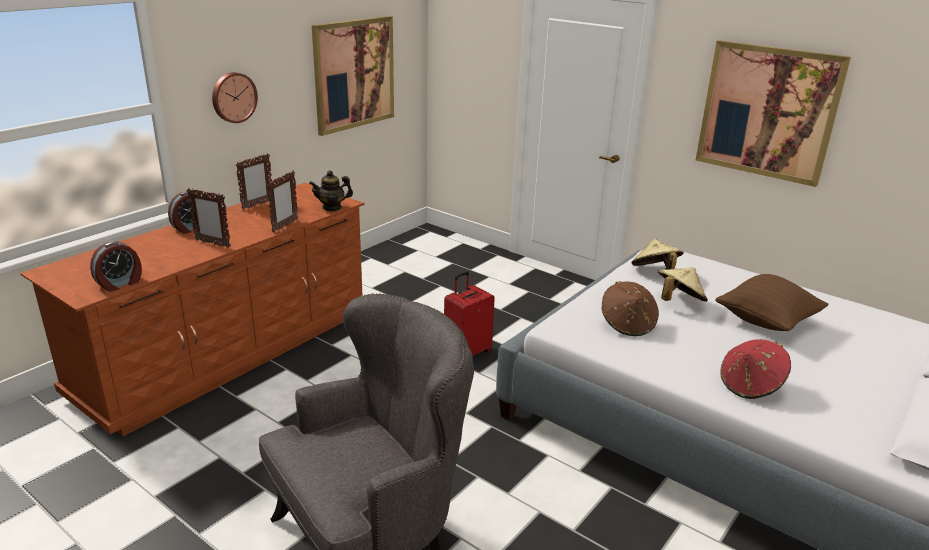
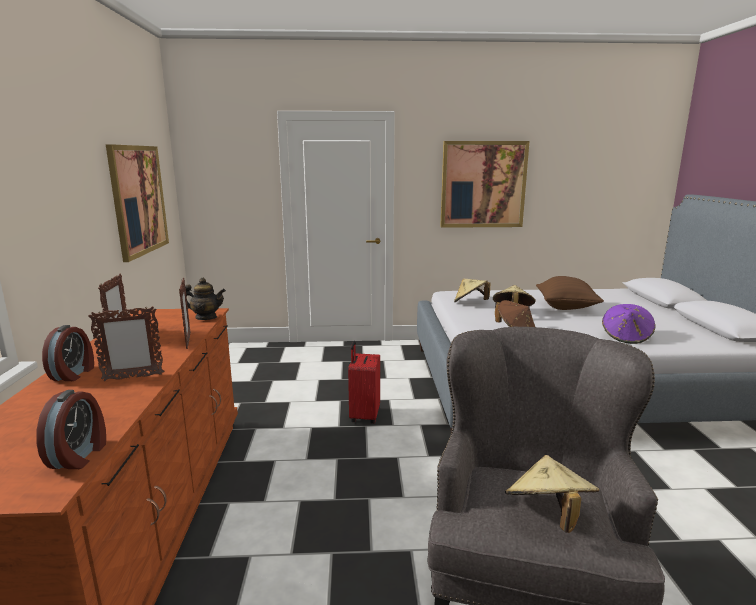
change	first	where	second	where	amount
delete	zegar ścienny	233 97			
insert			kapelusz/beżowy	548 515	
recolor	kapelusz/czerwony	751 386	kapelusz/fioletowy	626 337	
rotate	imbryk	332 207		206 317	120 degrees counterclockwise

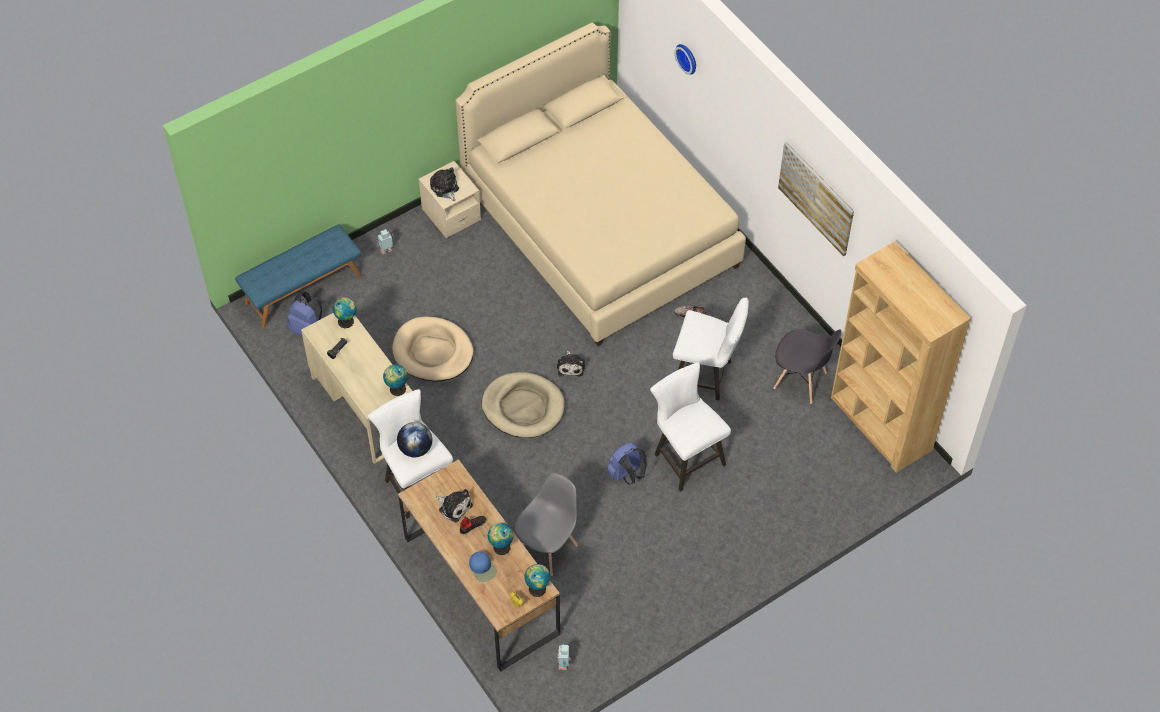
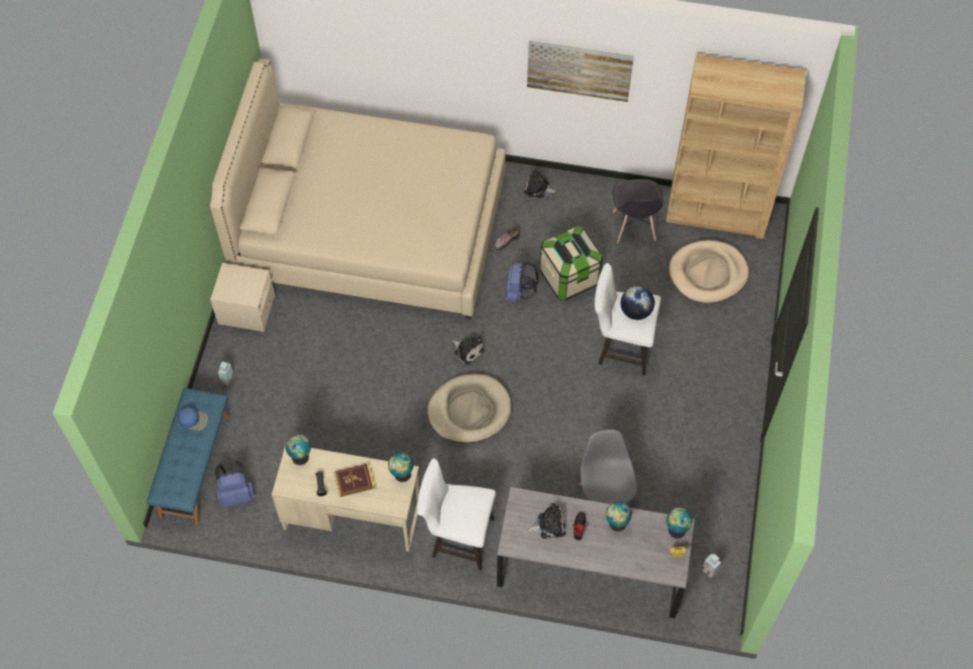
change	first	where	second	where	amount
delete	zegar ścienny	688 58			
insert			książka	354 481	
move	legowisko/beżowy	433 352		708 273	
move	globus	415 449		636 311	
move	pluszak	445 188		538 188	
move	czapka z daszkiem/niebieski	482 568		193 420	
move	plecak/niebieski	627 474		519 293	
replace	stołek/biały	706 376	pojemnik do przechowywania	569 277	
recolor	biurko/brązowy	481 585	biurko/szary	590 569	
rotate	krzesło/szary	801 381		634 226	105 degrees clockwise

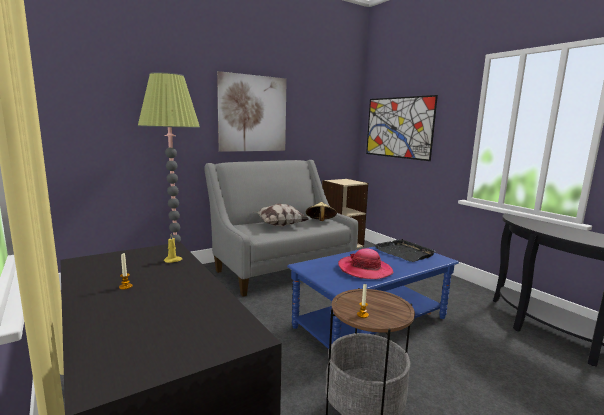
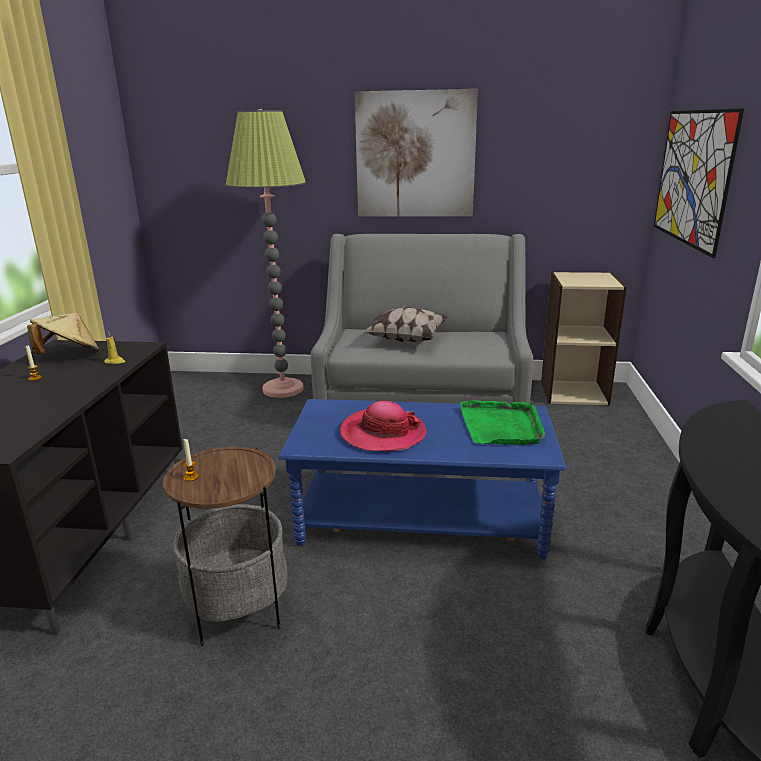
change	first	where	second	where	amount
move	kapelusz/beżowy	320 222		69 355	
recolor	taca/czarny	404 252	taca/zielony	501 426	

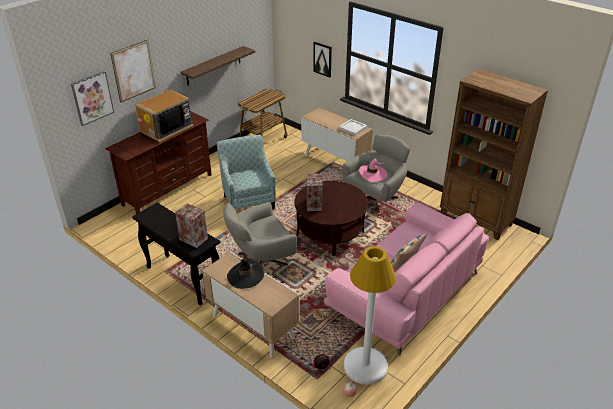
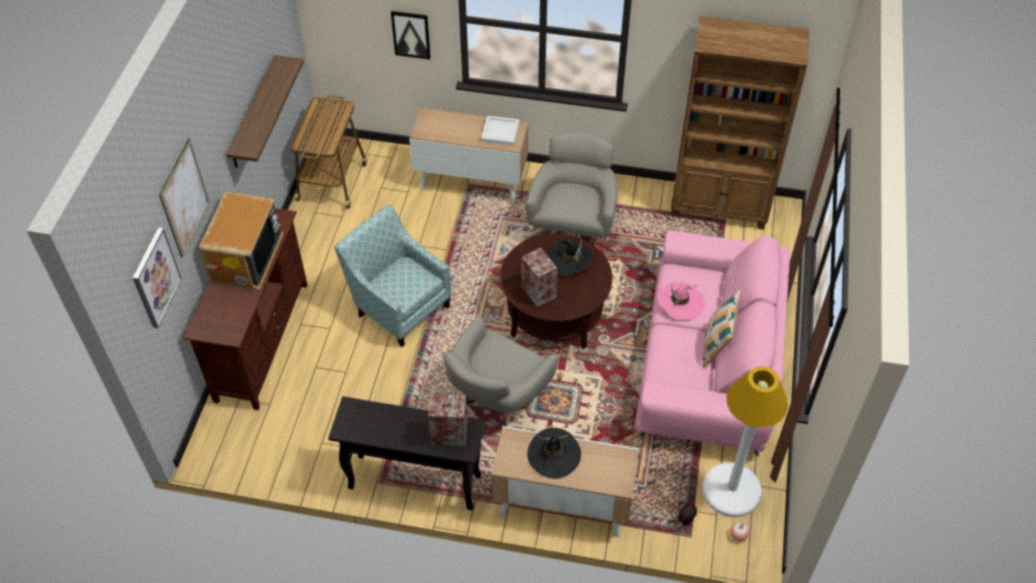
change	first	where	second	where	amount
insert			kapelusz/czarny	569 259	
move	kapelusz/różowy	373 174		680 302	

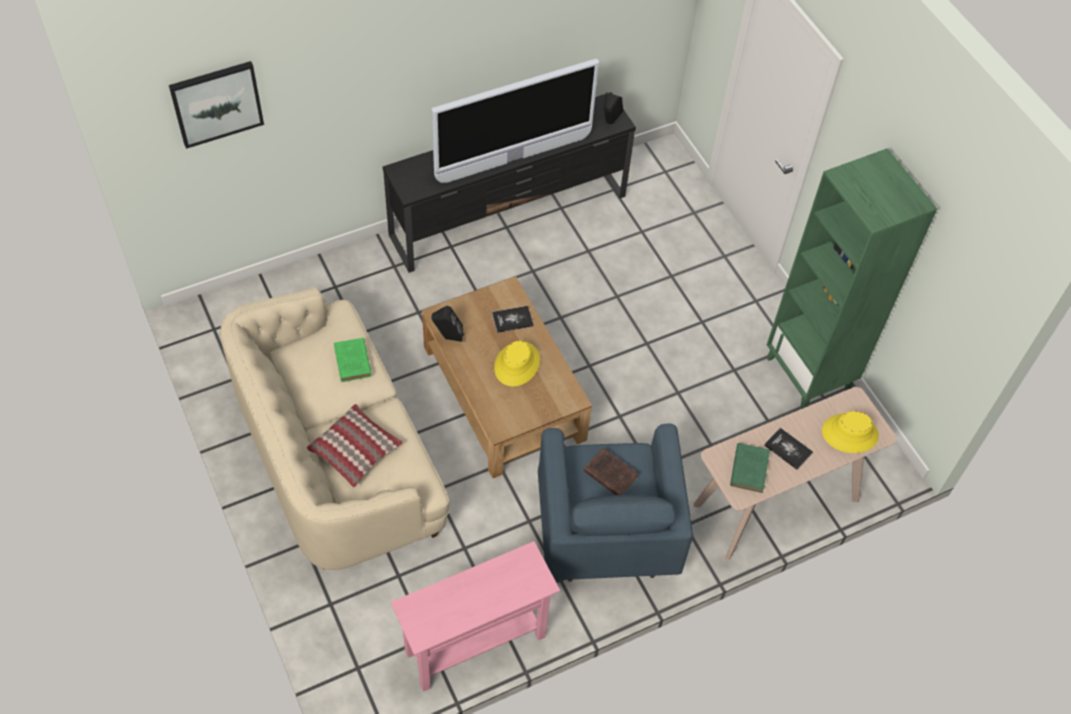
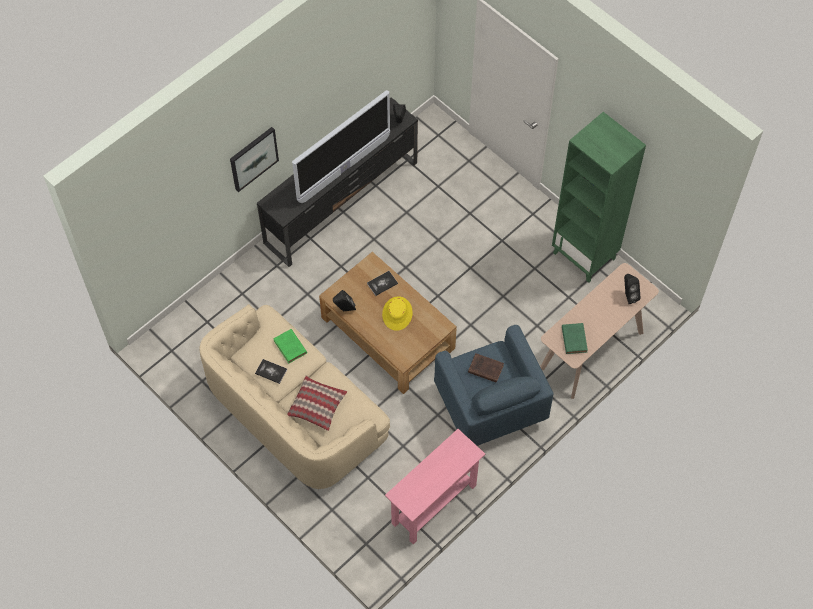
change	first	where	second	where	amount
move	obraz	216 103		253 158	
move	książka	788 449		271 371	
replace	kapelusz/żółty	849 433	głośnik/czarny	628 296	

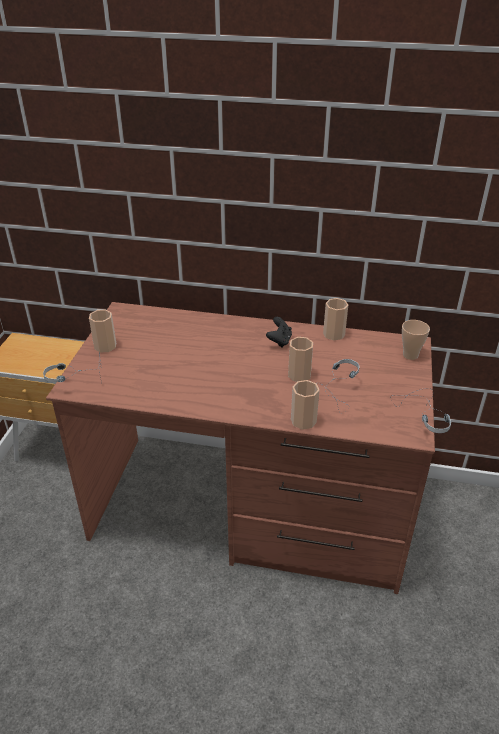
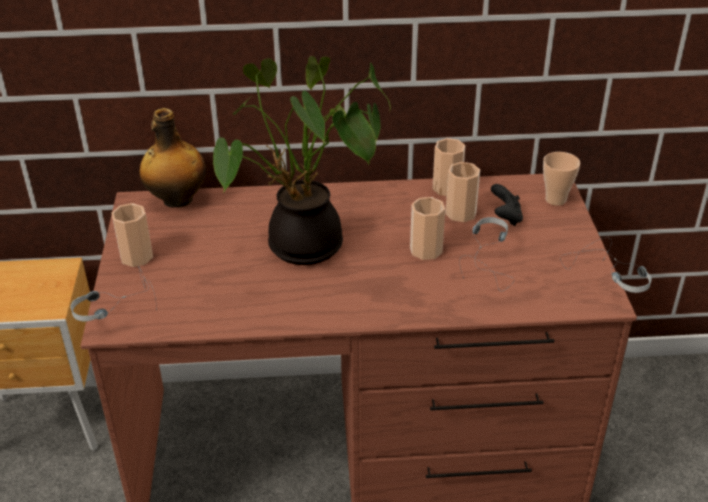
change	first	where	second	where	amount
insert			butelka	176 200	
insert			roślina doniczkowa	303 250	
move	pad do gier/czarny	279 341		505 217	
move	filiżanka	303 421		460 213	

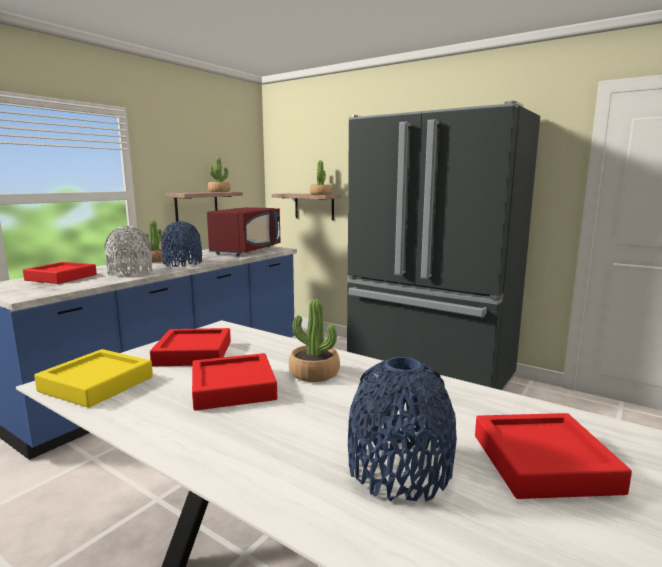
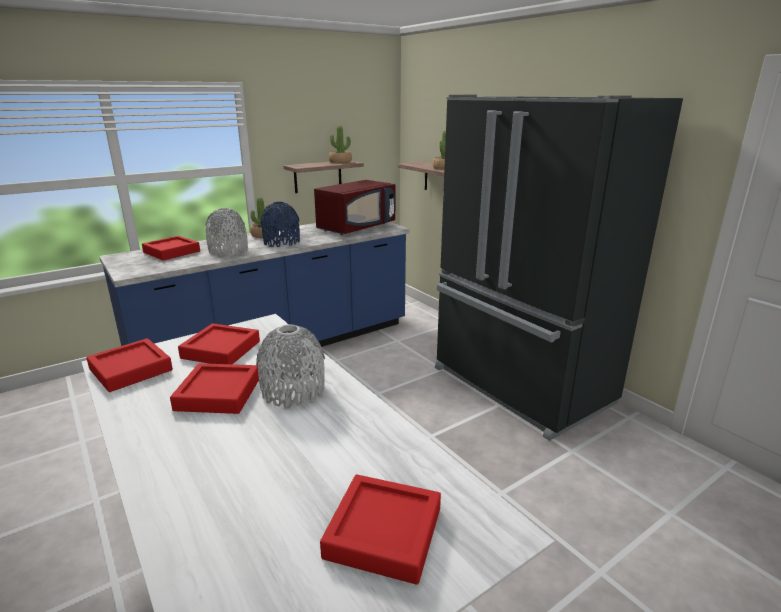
change	first	where	second	where	amount
delete	wazon/niebieski	399 469			
replace	roślina doniczkowa	314 373	wazon/szary	293 391	
recolor	taca/żółty	97 384	taca/czerwony	131 370	

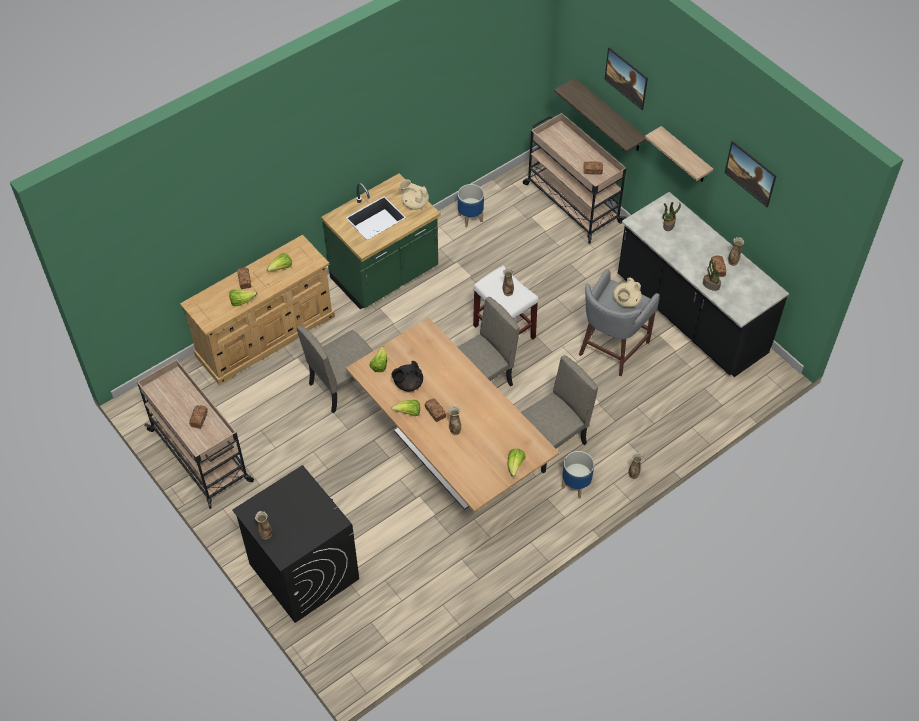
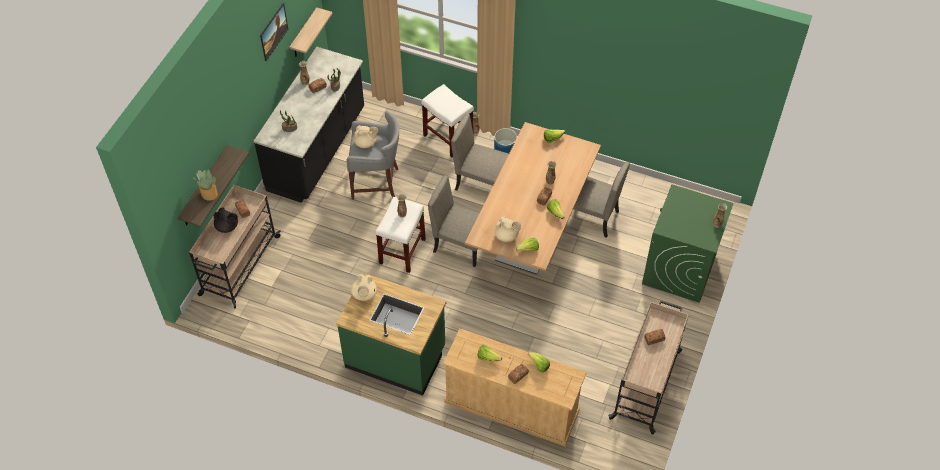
change	first	where	second	where	amount
delete	donica	471 218			
delete	obraz	625 86			
insert			roślina doniczkowa	209 194	
insert			stołek/biały	449 138	
insert			imbryk/beżowy	507 236	
move	krzesło/beżowy	343 384		591 217	
move	imbryk/czarny	407 384		227 227	
move	półka	685 156		304 34	
recolor	pralka/czarny	303 571	pralka/zielony	679 269	

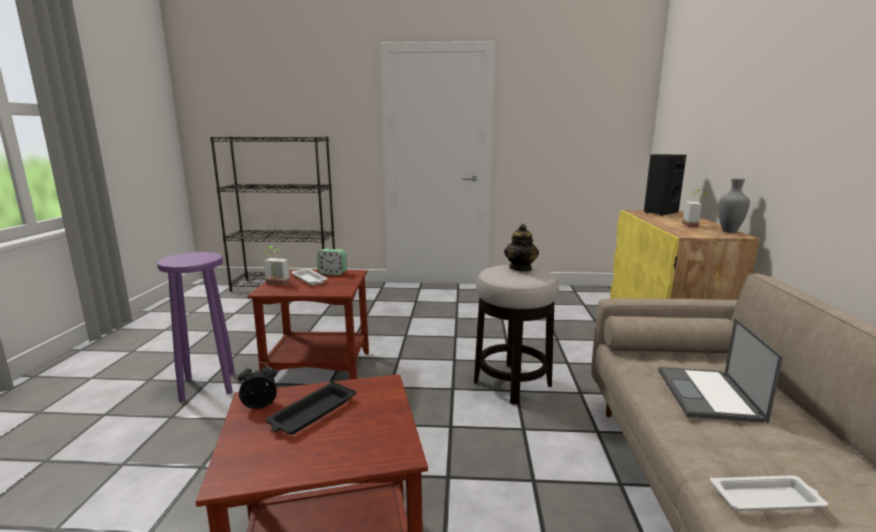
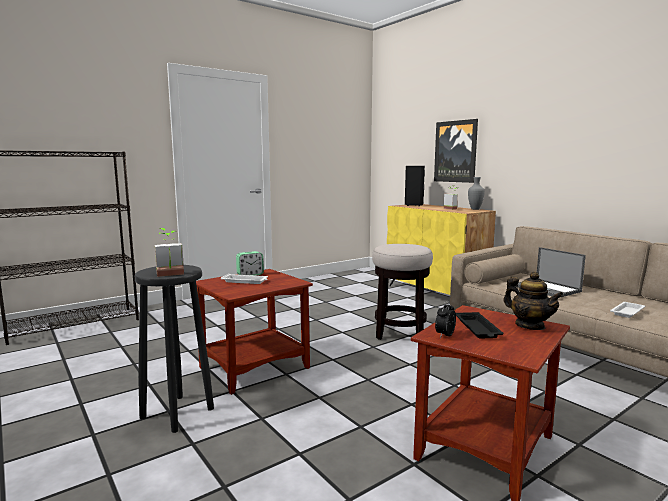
change	first	where	second	where	amount
insert			obraz	455 151	
move	roślina doniczkowa	275 284		170 275	
move	imbryk	520 268		530 326	
recolor	stołek/fioletowy	209 386	stołek/czarny	178 412	

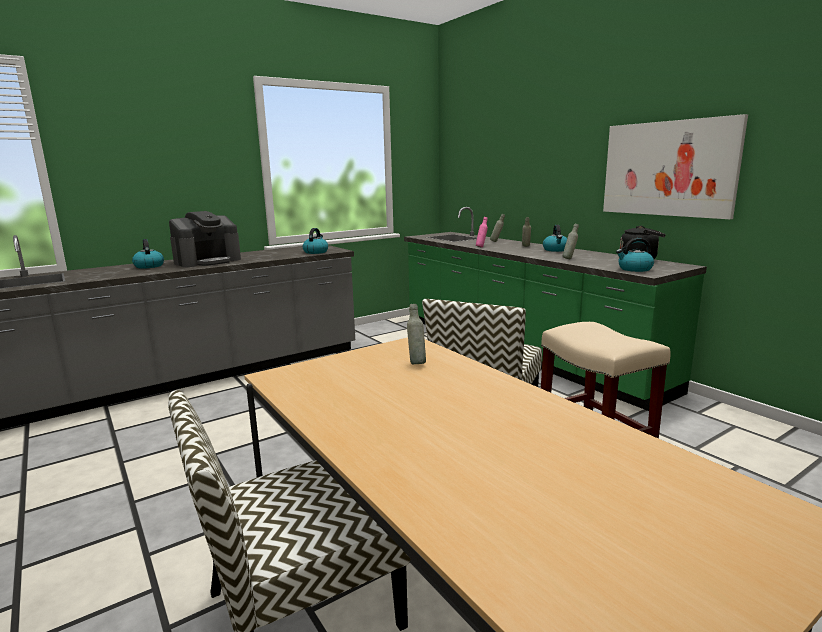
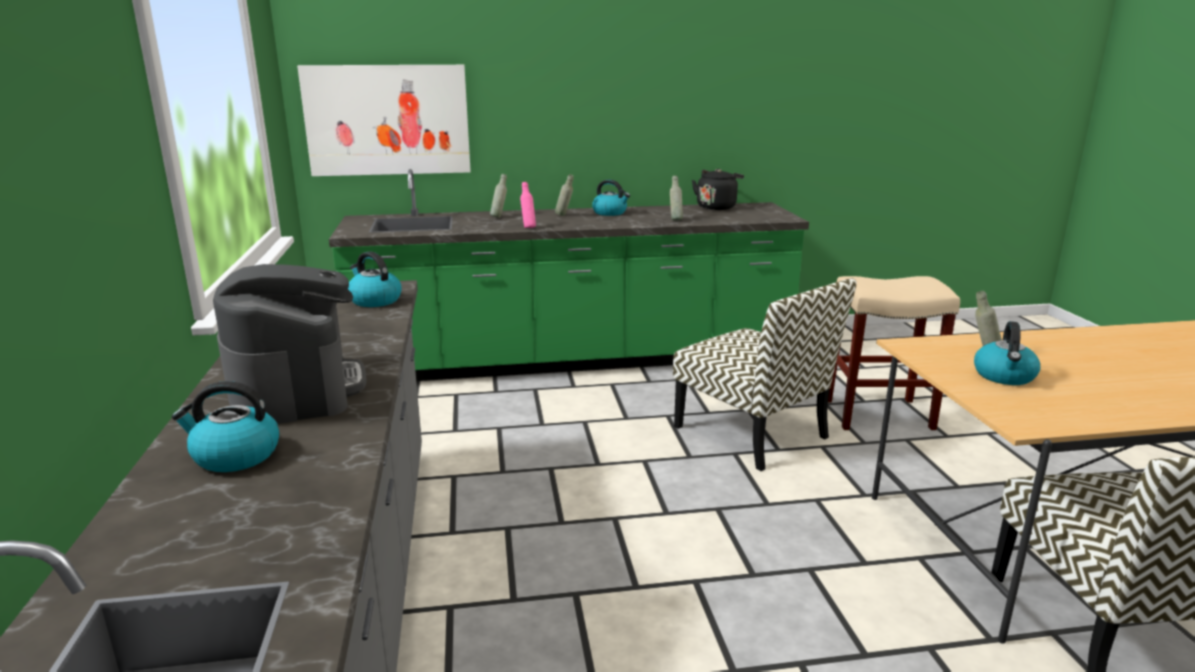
change	first	where	second	where	amount
move	obraz	668 168		387 120	
move	czajnik	634 269		1004 376	

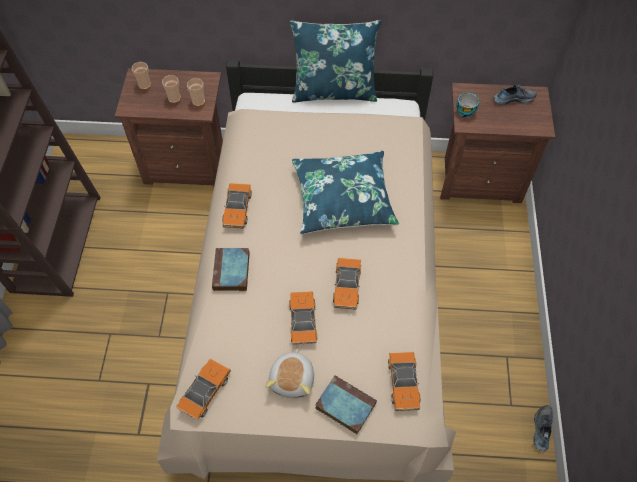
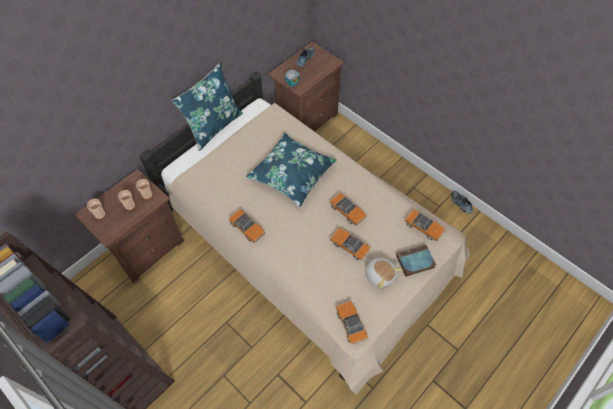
change	first	where	second	where	amount
delete	książka	232 272			

